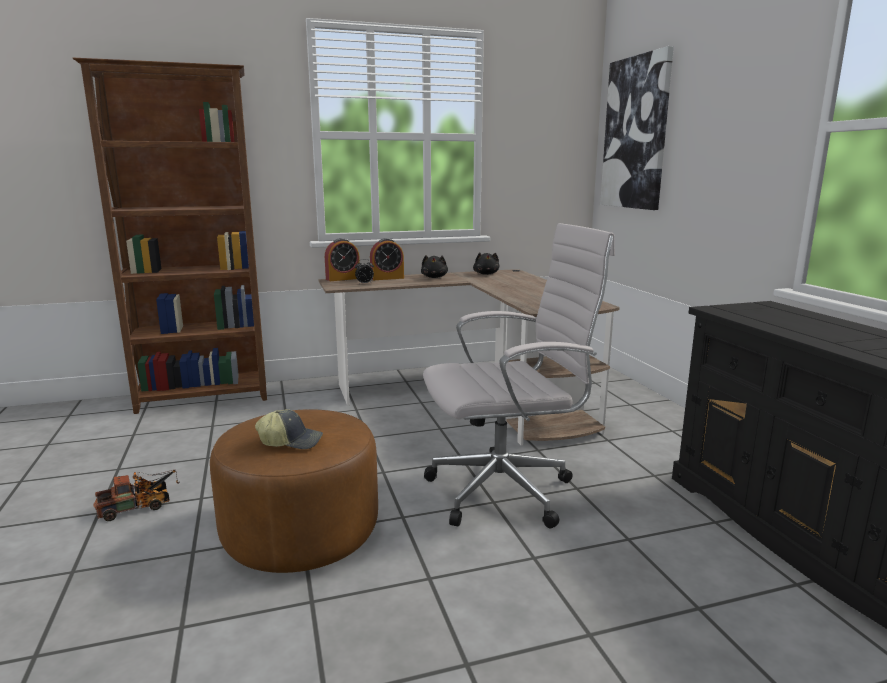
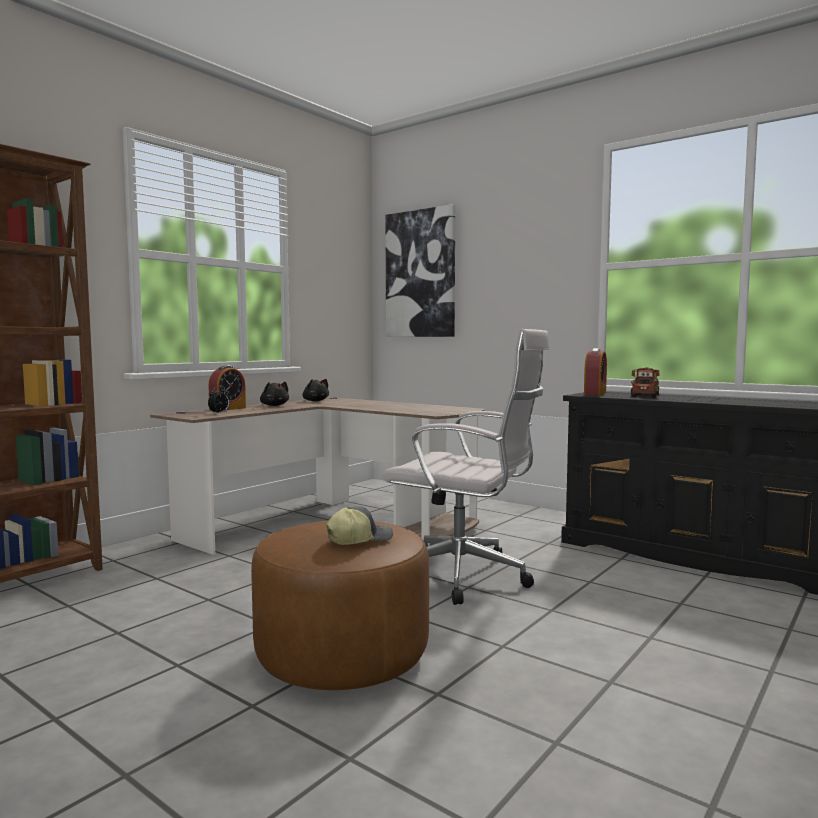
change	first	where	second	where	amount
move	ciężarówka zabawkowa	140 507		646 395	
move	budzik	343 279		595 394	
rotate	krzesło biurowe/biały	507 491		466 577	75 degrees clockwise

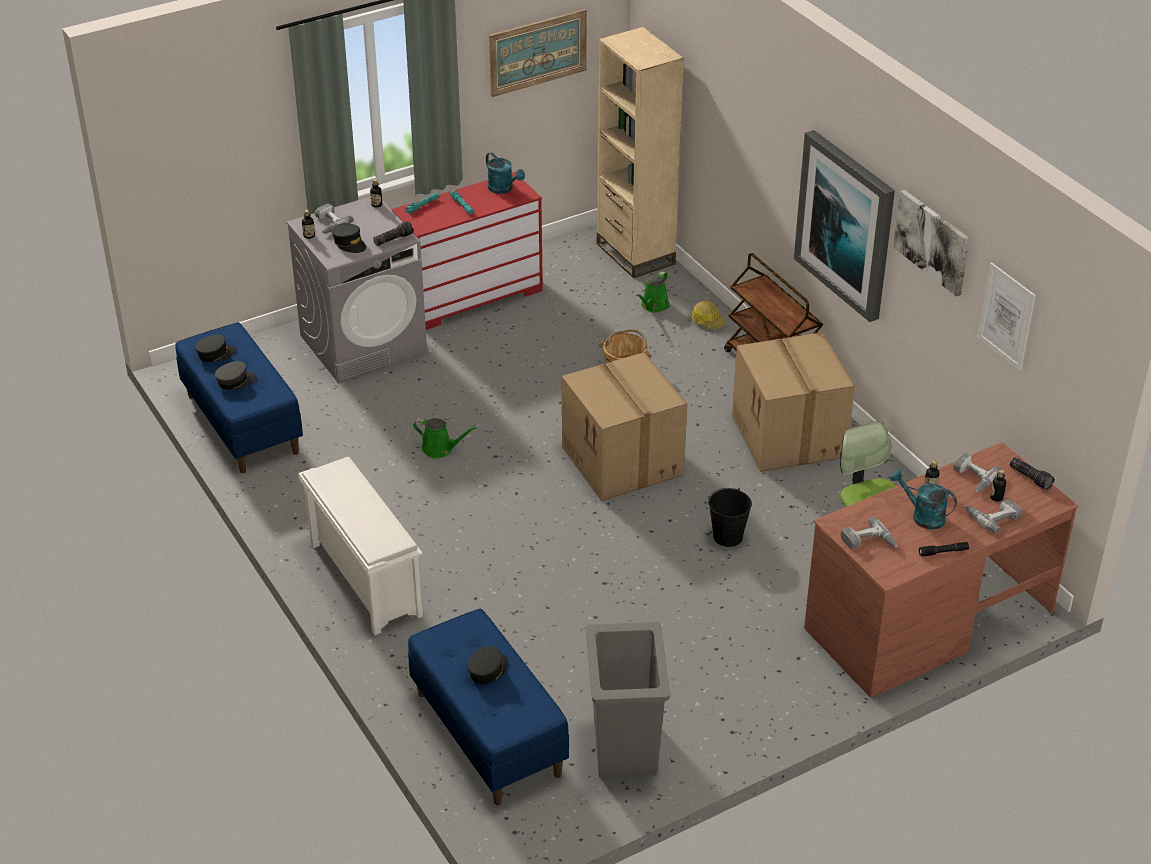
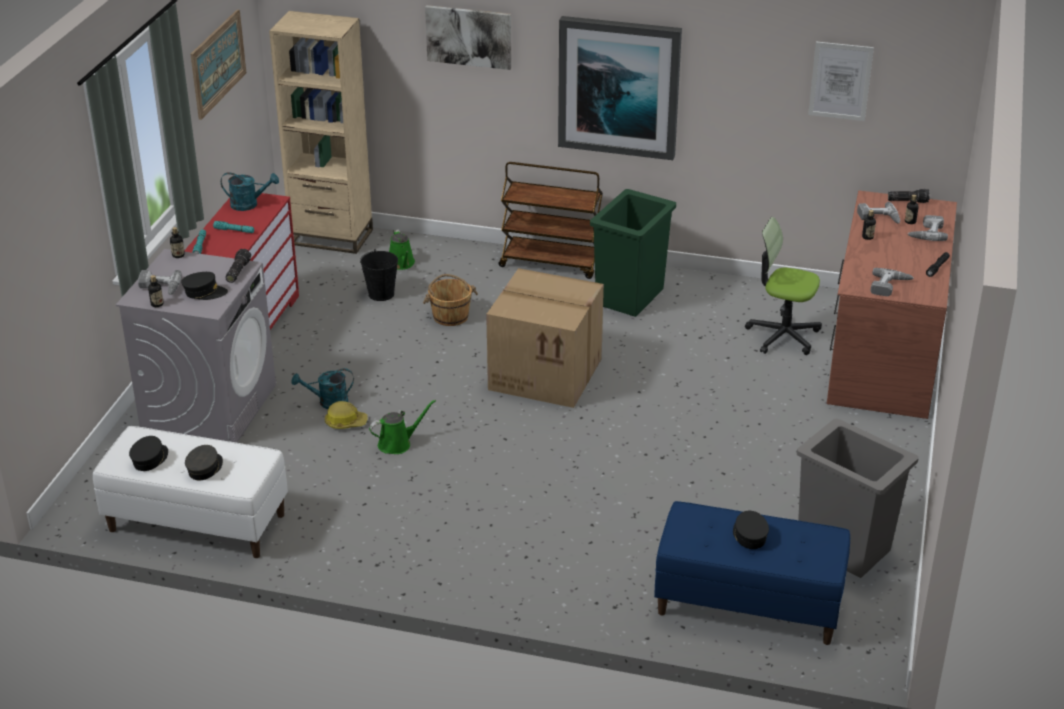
change	first	where	second	where	amount
delete	regał na buty/biały	363 579			
move	kask	707 321		345 422	
move	wiadro/czarny	728 536		381 294	
move	konewka/turkusowy	922 516		328 402	
move	obraz	932 241		469 36	
replace	karton	790 437	kosz na śmieci/zielony	631 296	
recolor	ławka/niebieski	241 424	ławka/biały	196 523	

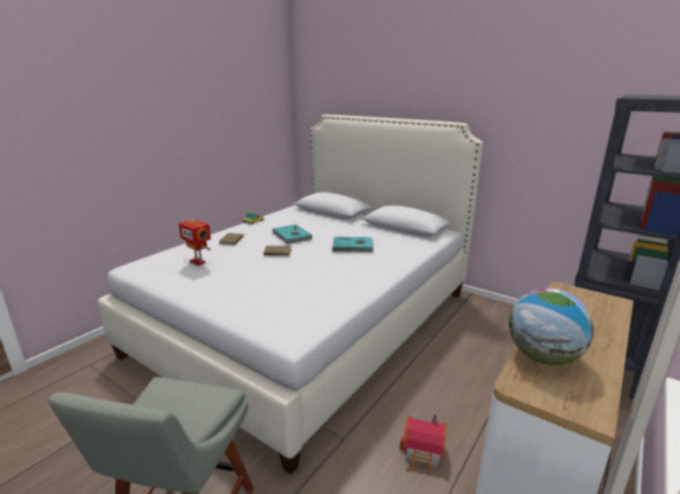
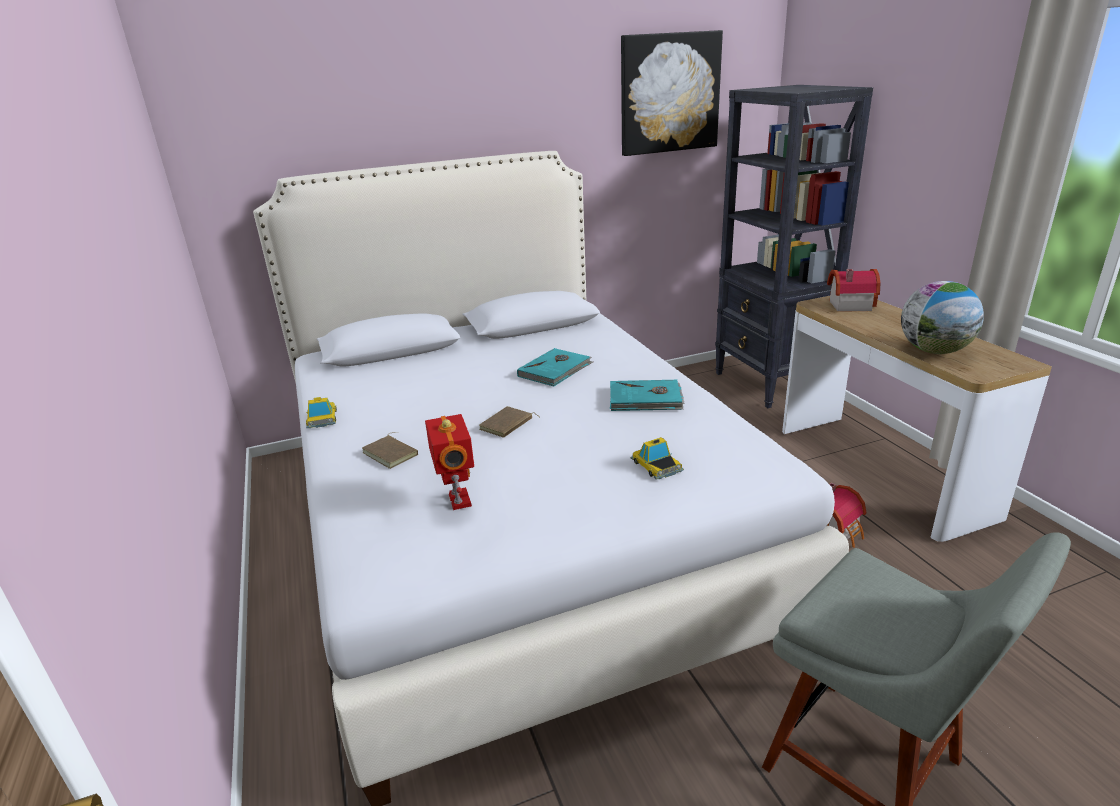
change	first	where	second	where	amount
insert			obraz	669 93	
insert			samochodzik	656 465	
insert			domek	848 304	
move	książka/turkusowy	291 236		645 399	
rotate	robot zabawkowy	198 262		457 500	90 degrees counterclockwise

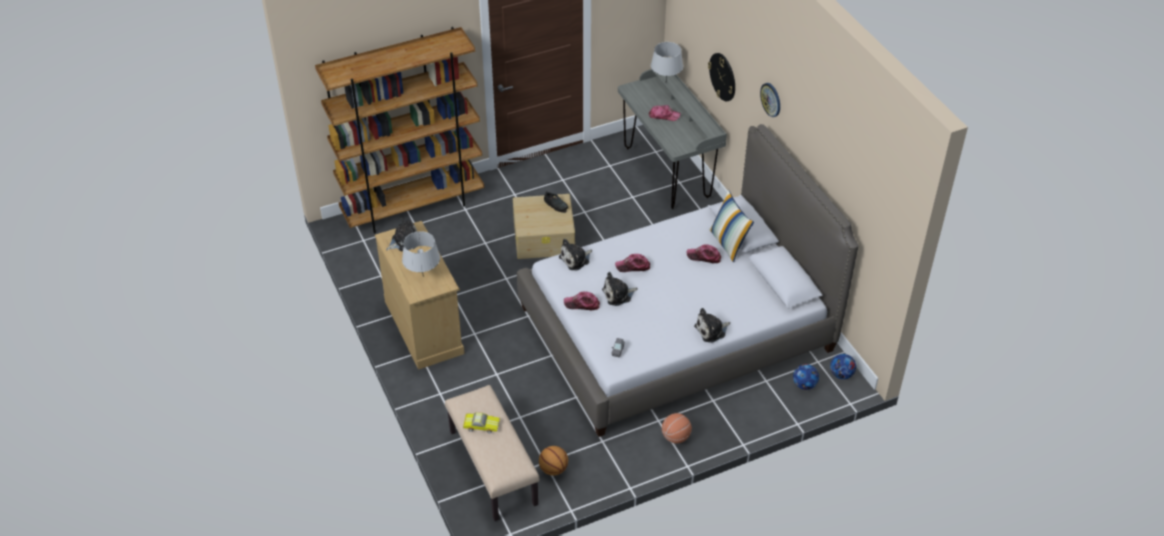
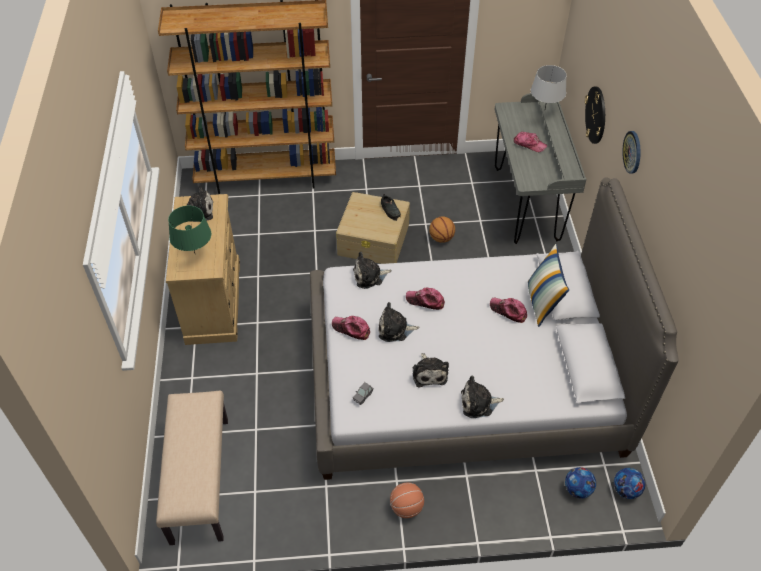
change	first	where	second	where	amount
delete	samochodzik	481 424			
insert			pluszak	429 373	
move	piłka do koszykówki	554 469		441 238	
recolor	lampa stołowa/szary	423 276	lampa stołowa/zielony	195 254	

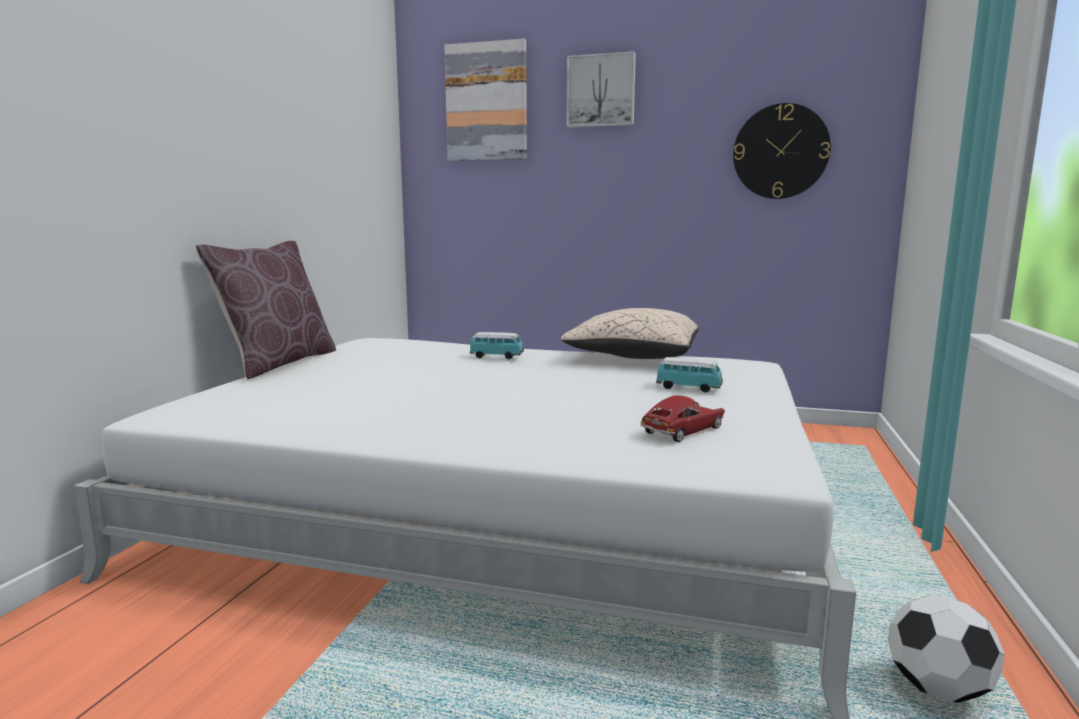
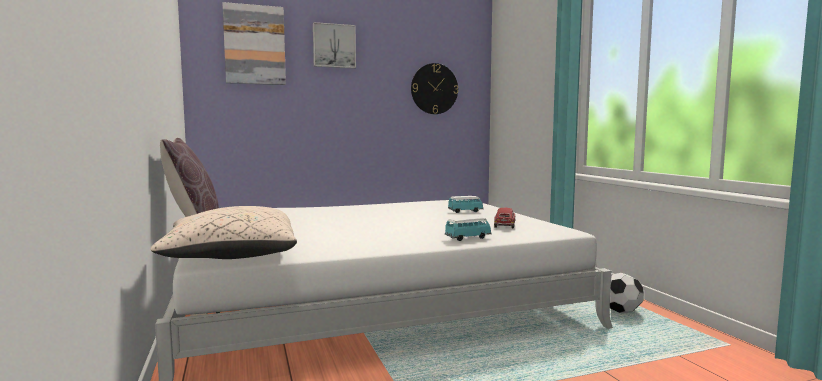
change	first	where	second	where	amount
move	samochodzik	497 357		468 238	
move	poduszka/beżowy	633 357		231 257	

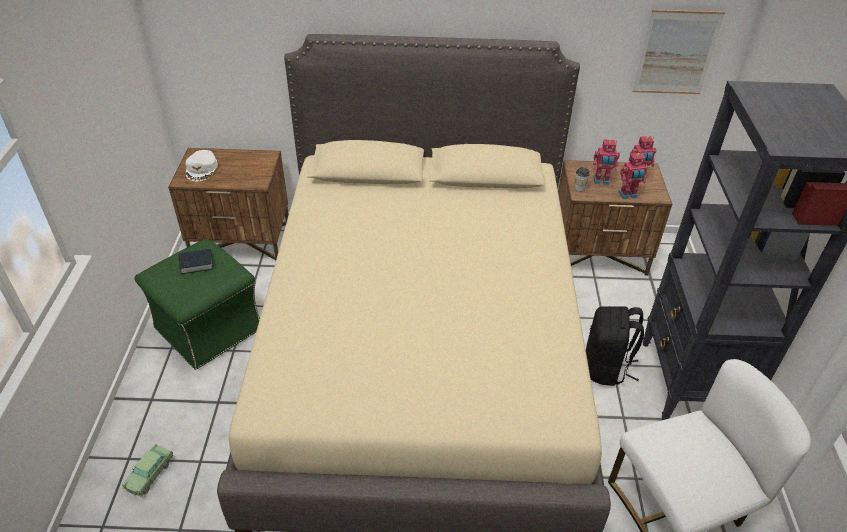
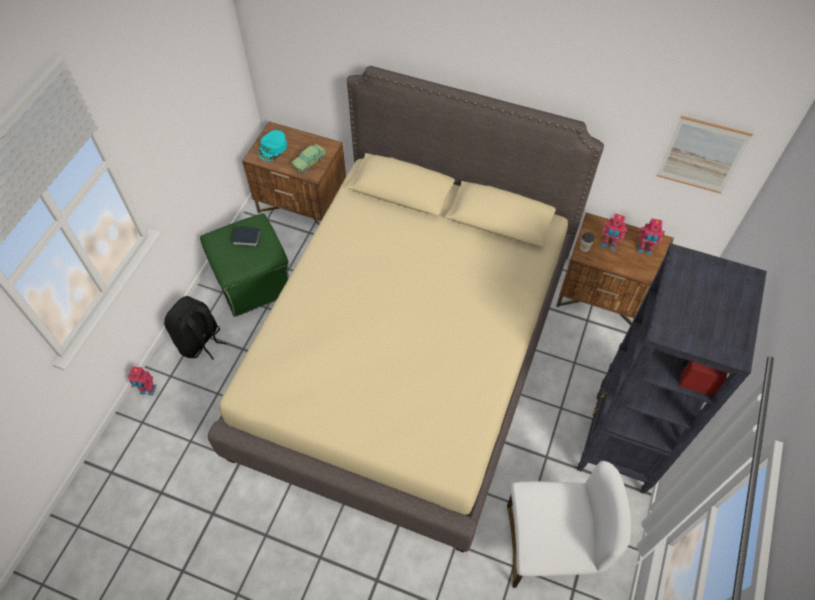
change	first	where	second	where	amount
move	samochodzik	150 474		309 162	
move	plecak/czarny	606 367		200 342	
move	robot zabawkowy	628 195		148 390	
recolor	czapka z daszkiem/biały	202 169	czapka z daszkiem/turkusowy	273 148	

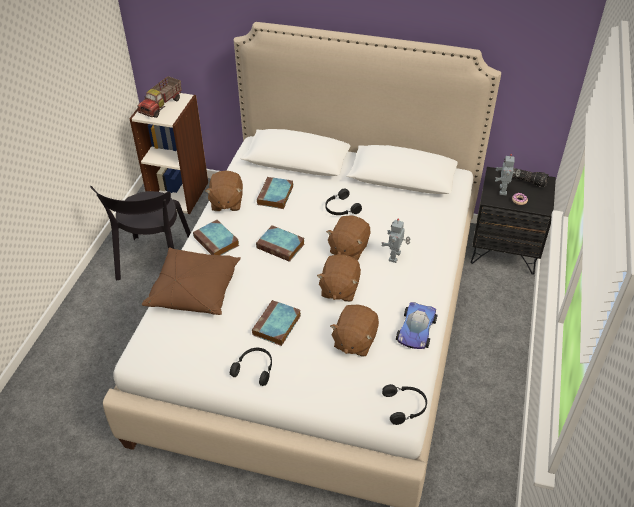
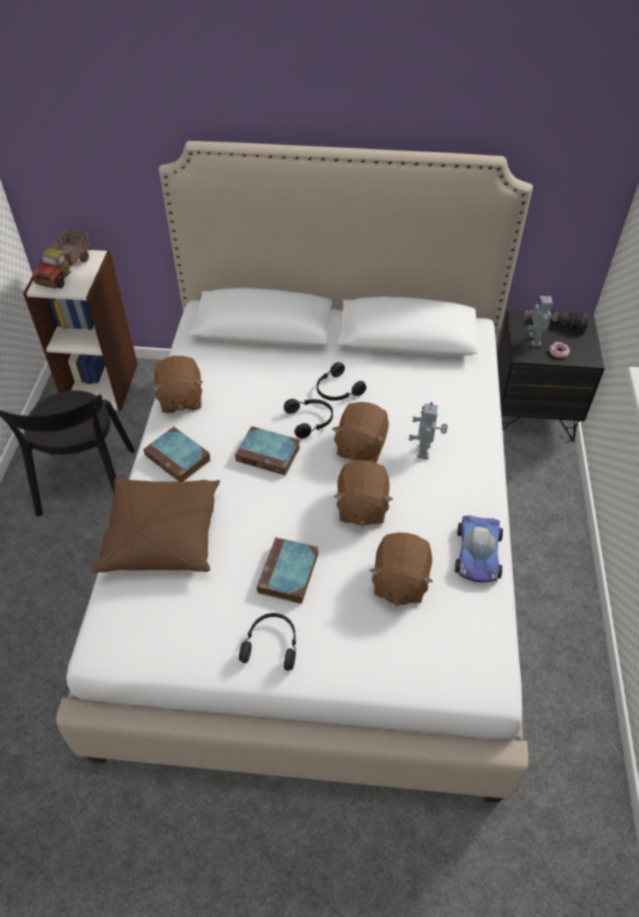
change	first	where	second	where	amount
delete	książka	275 196			
move	słuchawki/czarny	405 406		310 420	

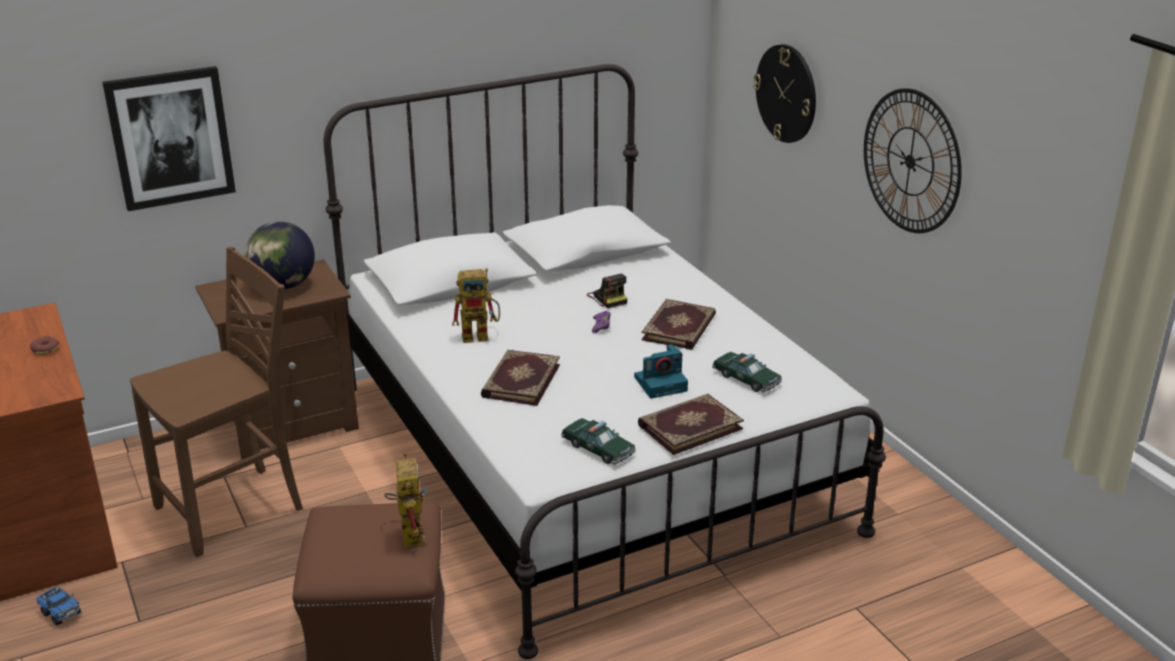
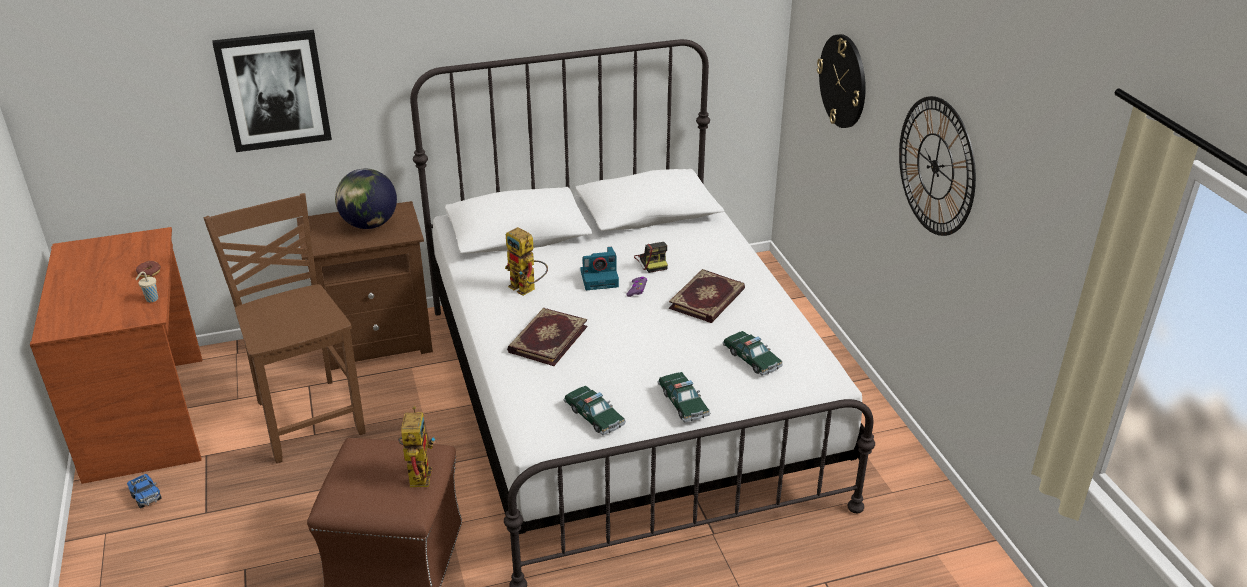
change	first	where	second	where	amount
insert			filiżanka/beżowy	151 299	
move	aparat fotograficzny	661 383		600 278	
replace	książka	689 426	samochodzik	683 403	
rotate	krzesło/brązowy	233 509		308 417	90 degrees counterclockwise
rotate	robot zabawkowy	481 335		527 289	45 degrees clockwise

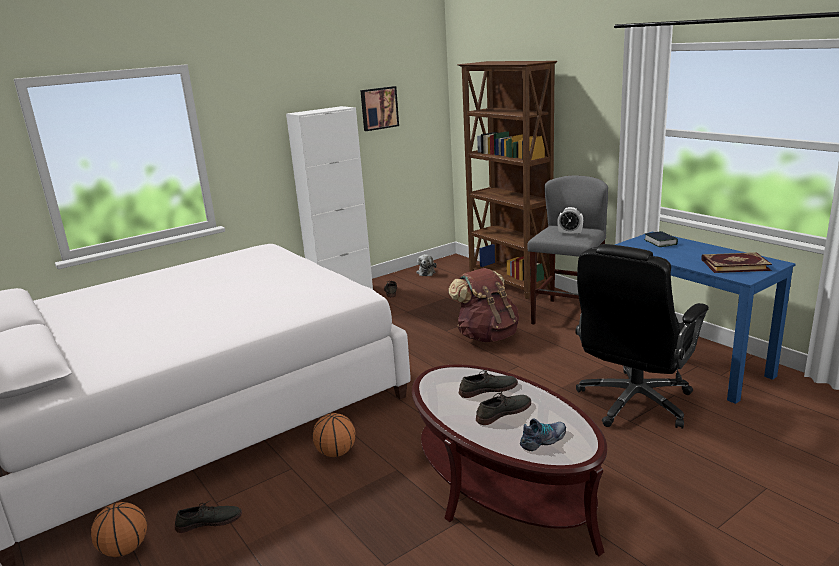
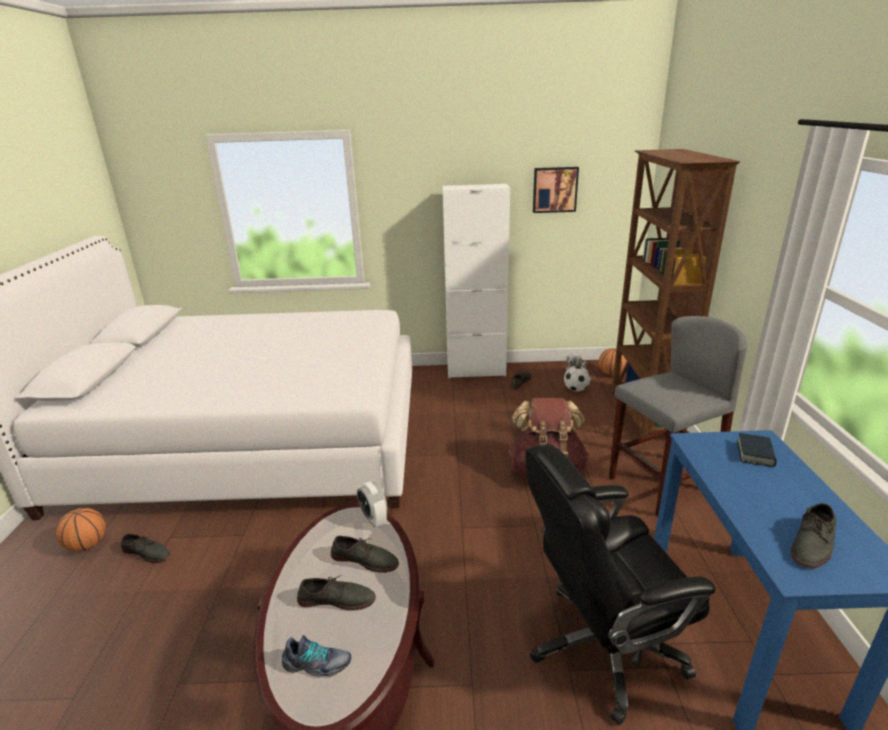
change	first	where	second	where	amount
insert			piłka futbolowa	576 390	
move	piłka do koszykówki	336 453		611 373	
move	budzik	570 234		374 519	
replace	książka	734 264	but/szary	813 543	

